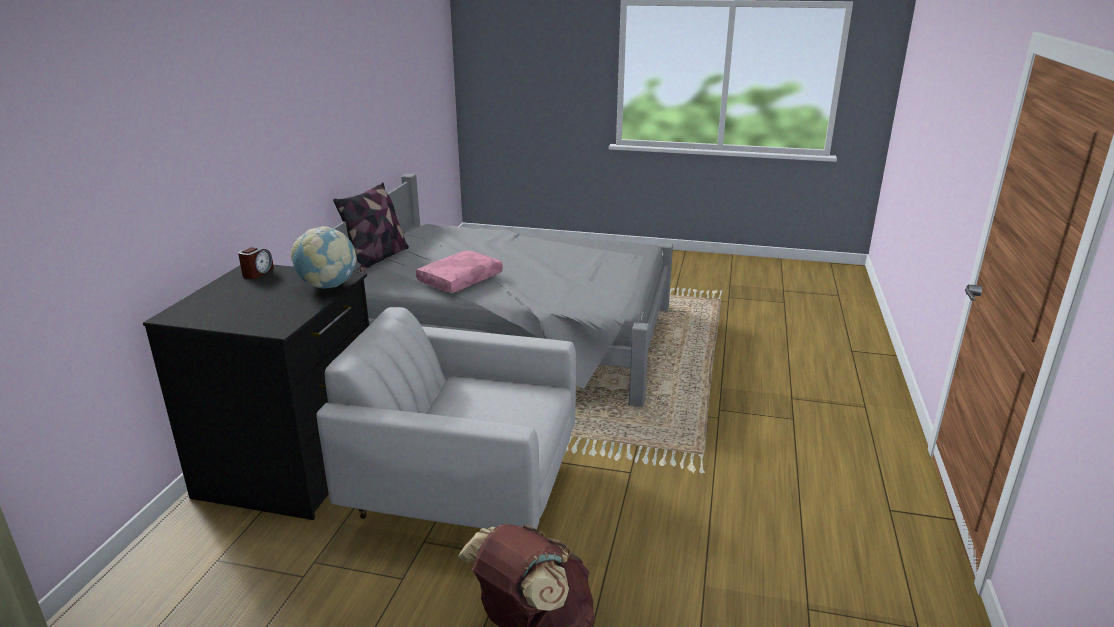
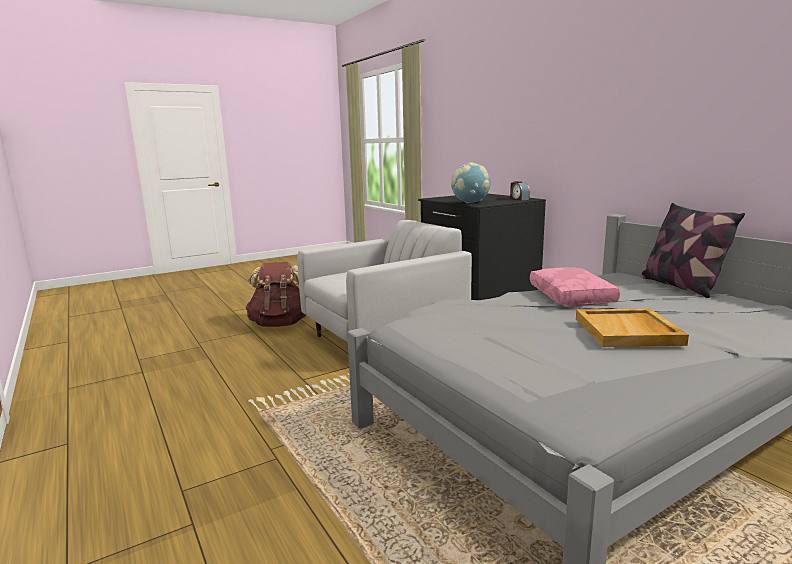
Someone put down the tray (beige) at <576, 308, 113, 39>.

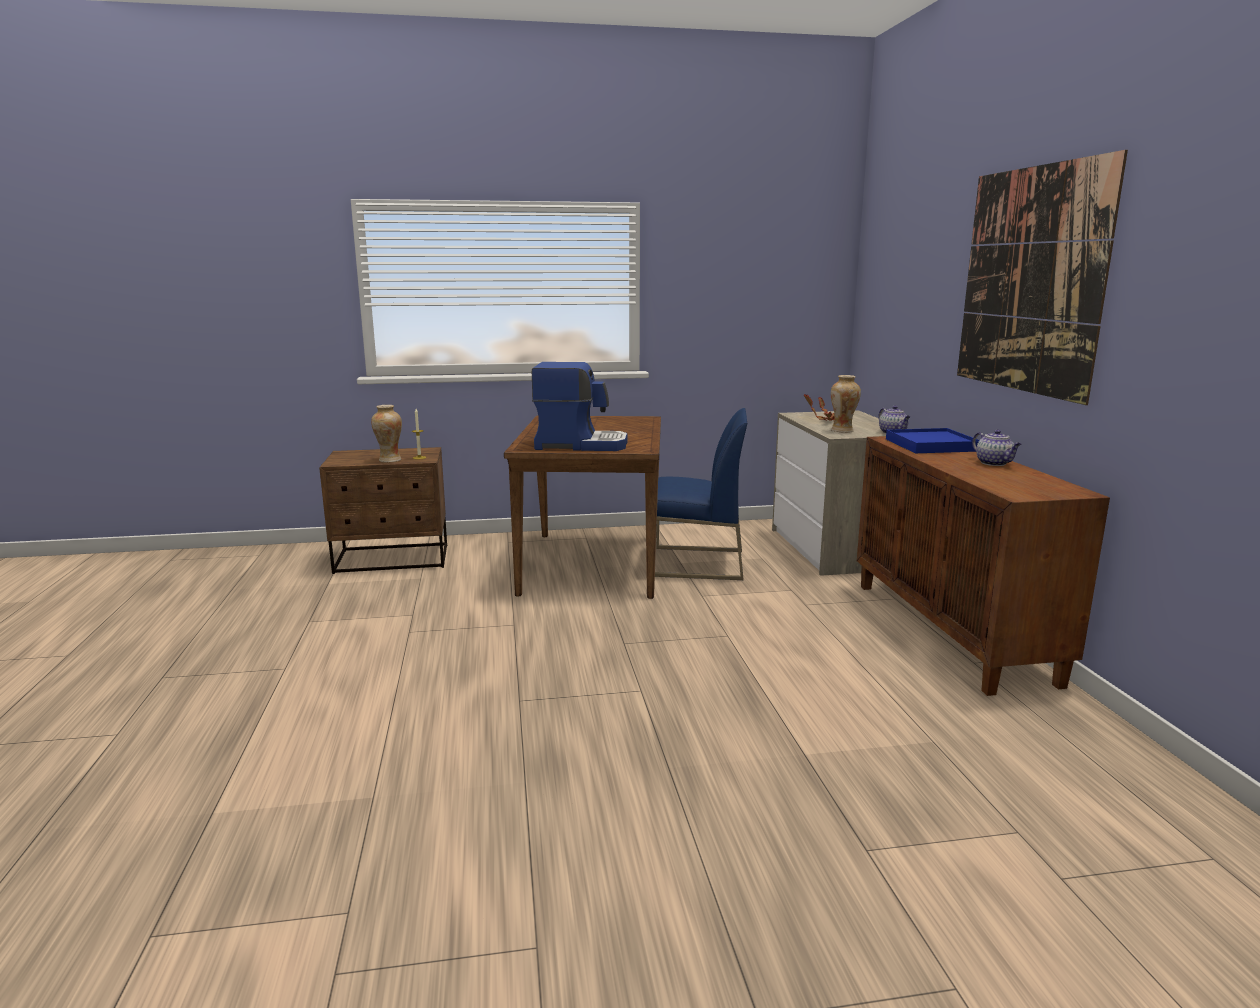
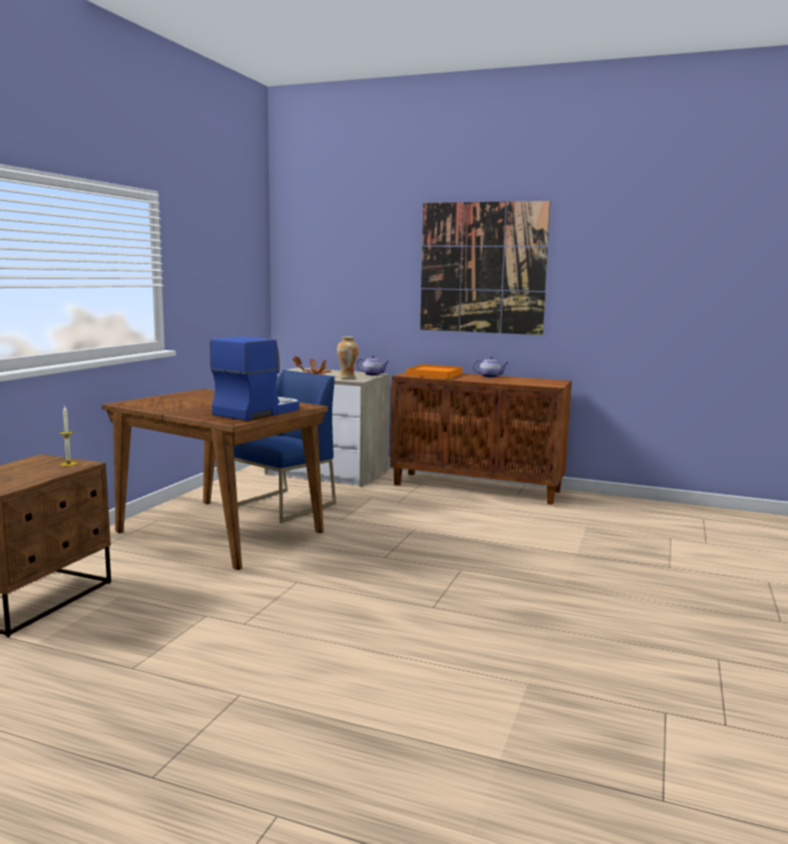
Someone took away the vase at <371, 405, 31, 58>.
Someone repainted the tray (blue) at <886, 428, 93, 25>, which became the tray (orange) at <406, 364, 57, 15>.

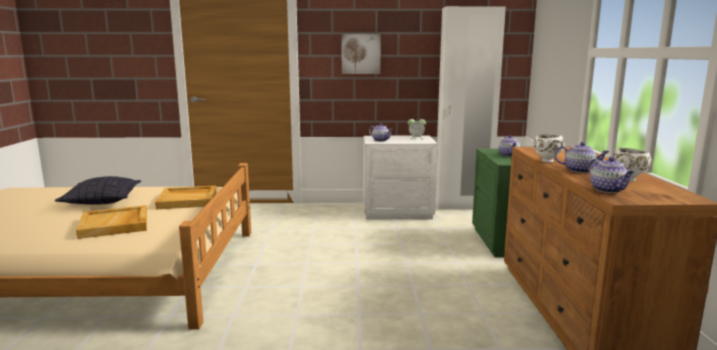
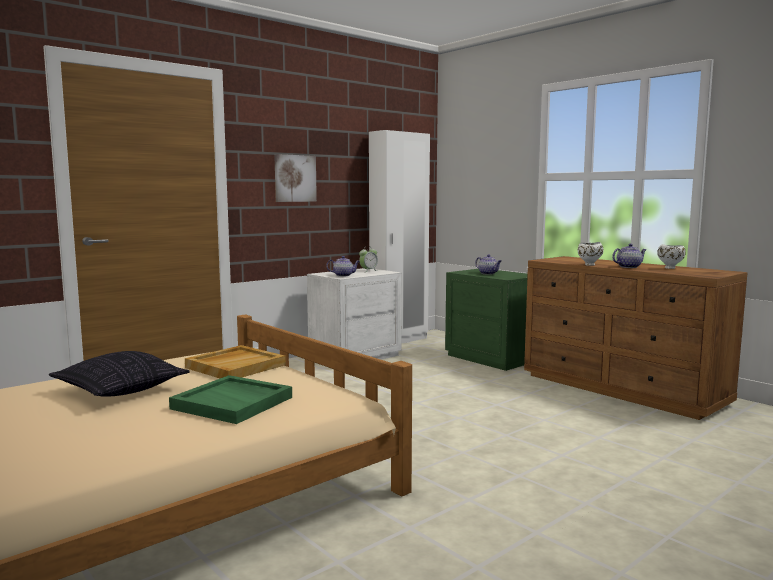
Someone repainted the tray (beige) at <76, 205, 71, 34>, which became the tray (green) at <169, 375, 123, 49>.
Someone took away the teapot at <588, 157, 46, 36>.

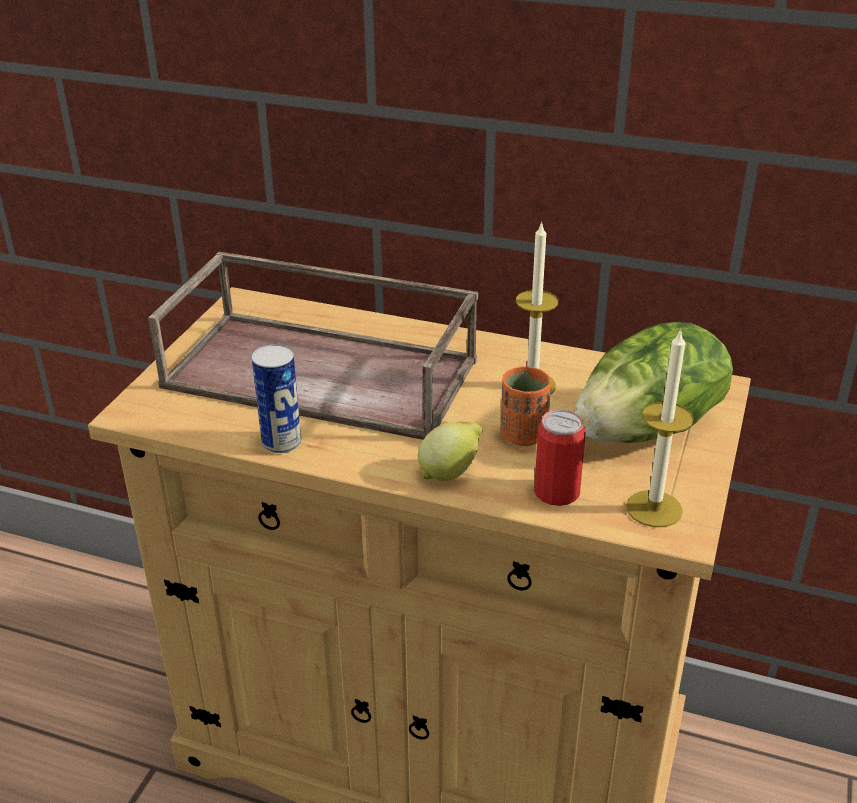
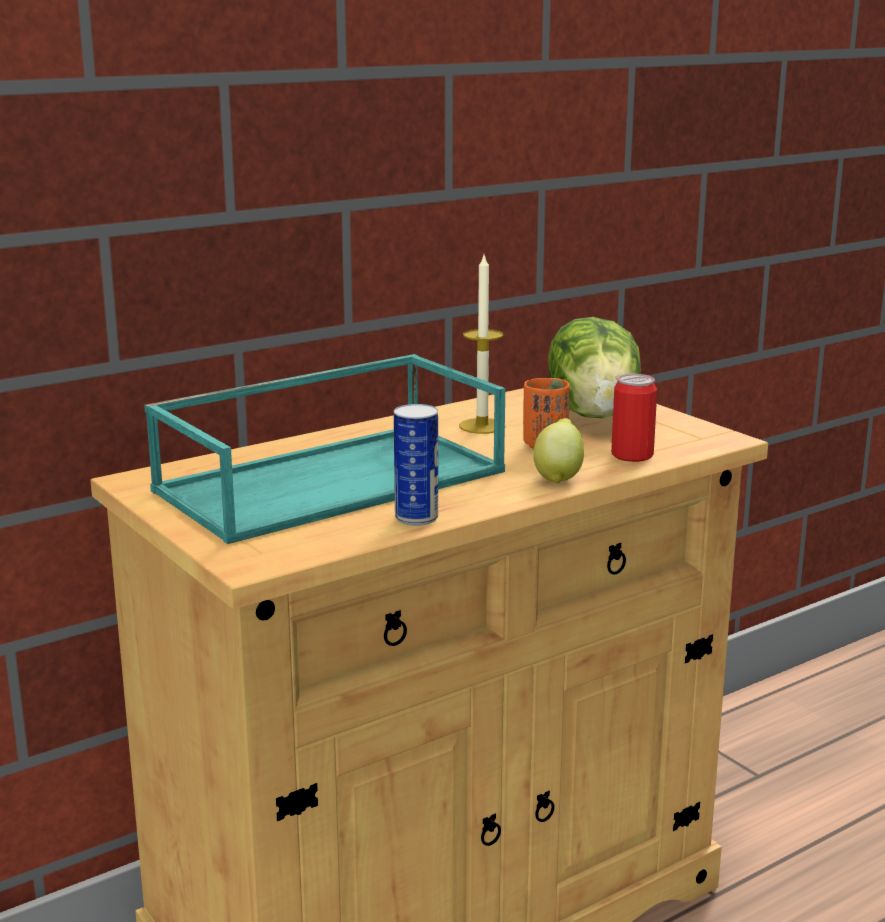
Someone repainted the tray (brown) at <148, 252, 330, 188>, which became the tray (turquoise) at <144, 354, 361, 190>.
Someone took away the candle at <626, 328, 68, 199>.

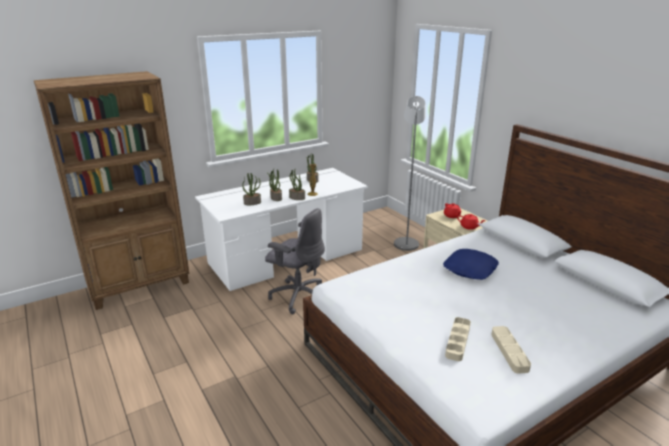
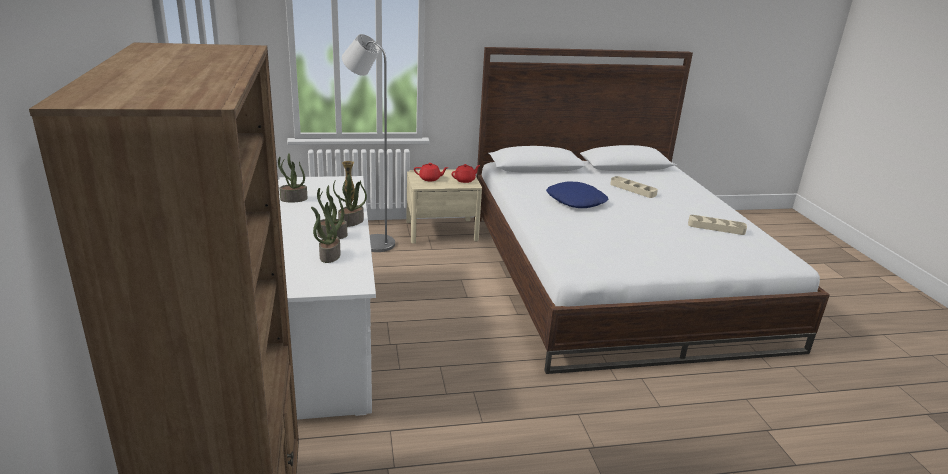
Someone took away the office chair (grey) at <265, 208, 60, 106>.
Someone carried the tray (beige) from <445, 317, 26, 44> to <610, 176, 48, 22>.

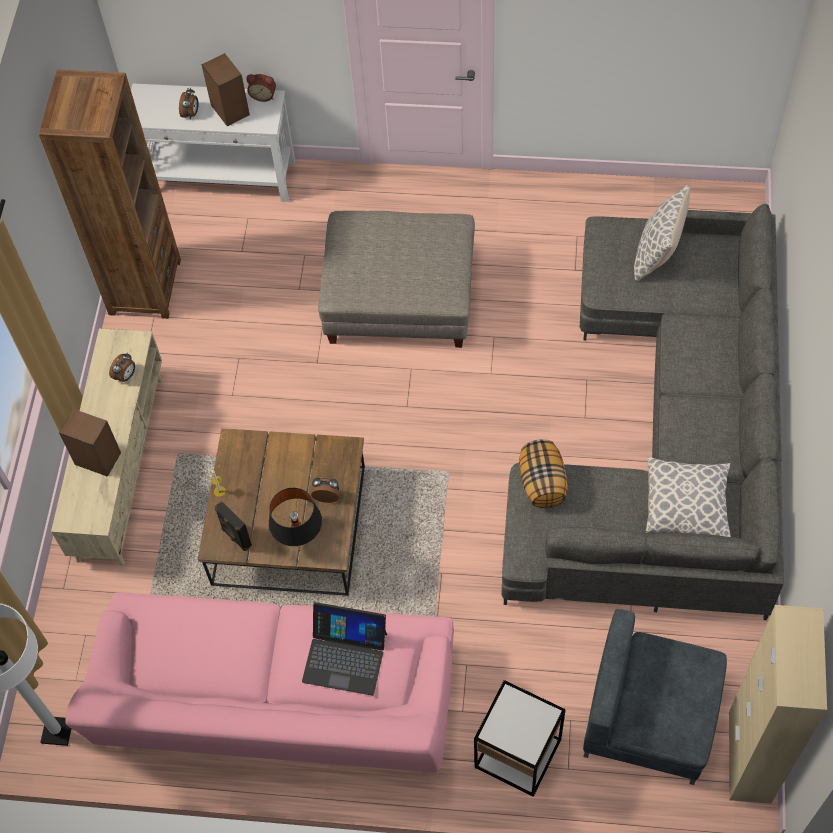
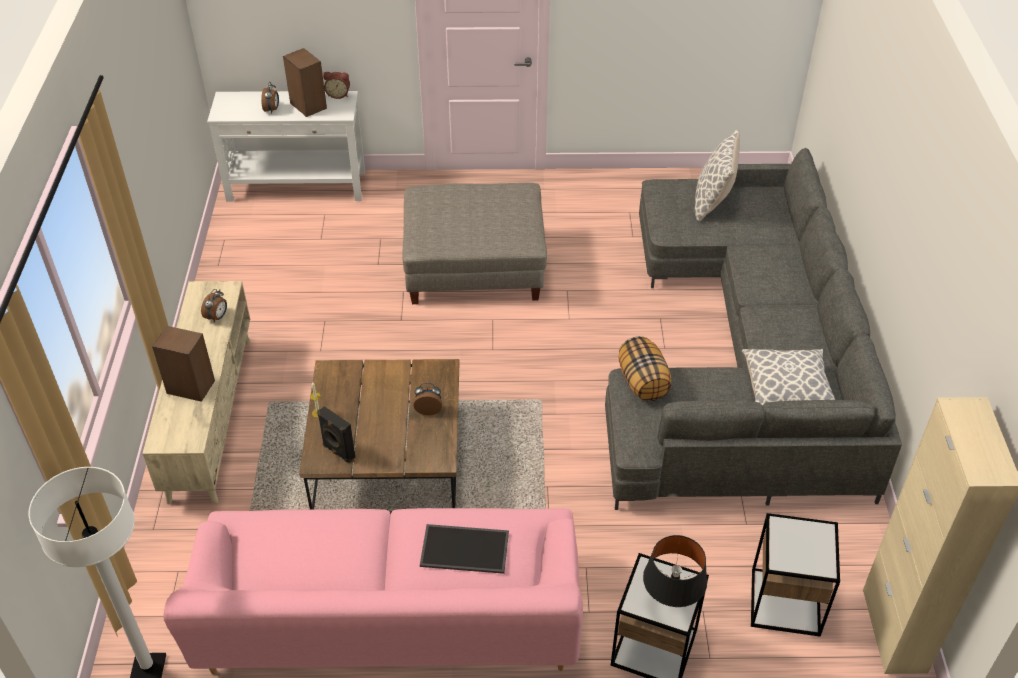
Someone took away the bookcase (brown) at <39, 70, 142, 249>.
Someone carried the table lamp (black) from <269, 488, 53, 58> to <643, 535, 64, 72>.
Someone swapped the laptop at <302, 602, 85, 94> for the tray at <420, 524, 89, 50>.
Someone swapped the armchair (grey) at <583, 609, 144, 176> for the side table at <751, 513, 89, 124>.

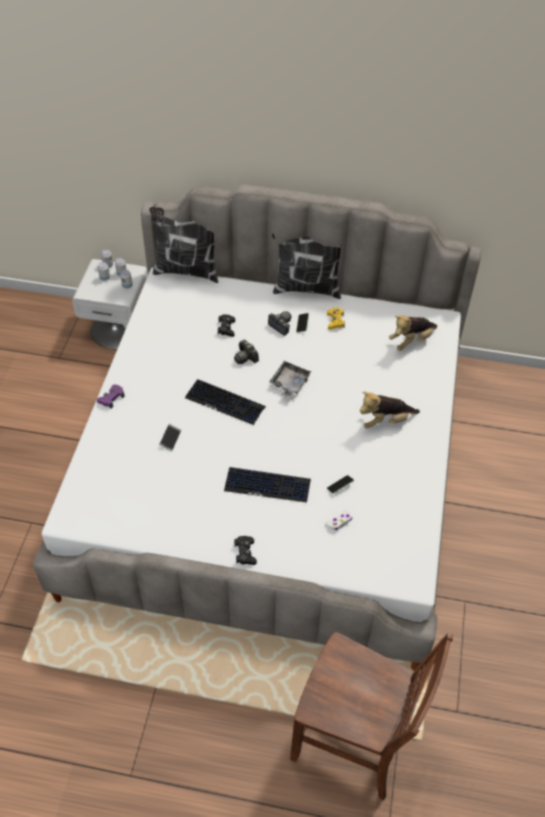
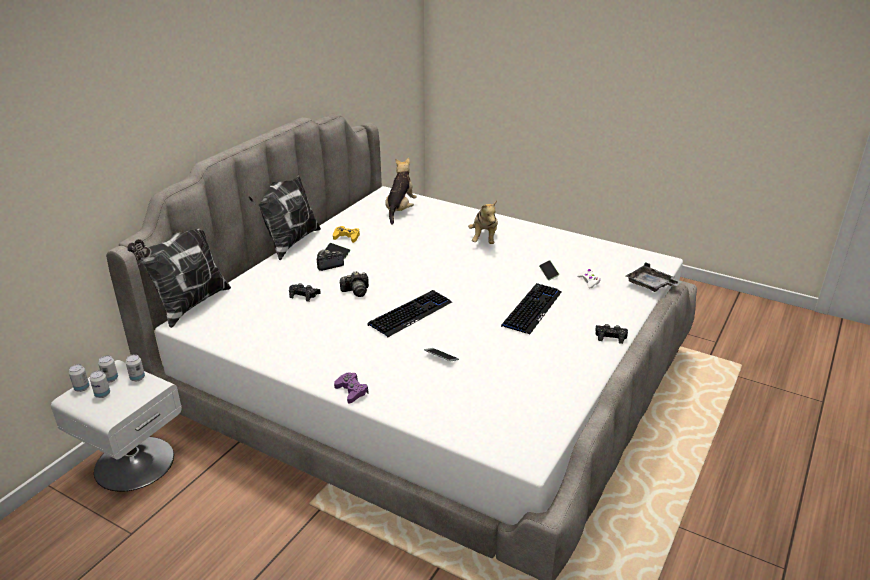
Someone carried the tray (grey) from <269, 361, 43, 38> to <626, 262, 56, 30>.
Someone took away the chair (brown) at <290, 632, 163, 168>.
Someone rotated the plush toy at <389, 315, 48, 36> by 150 degrees counterclockwise.

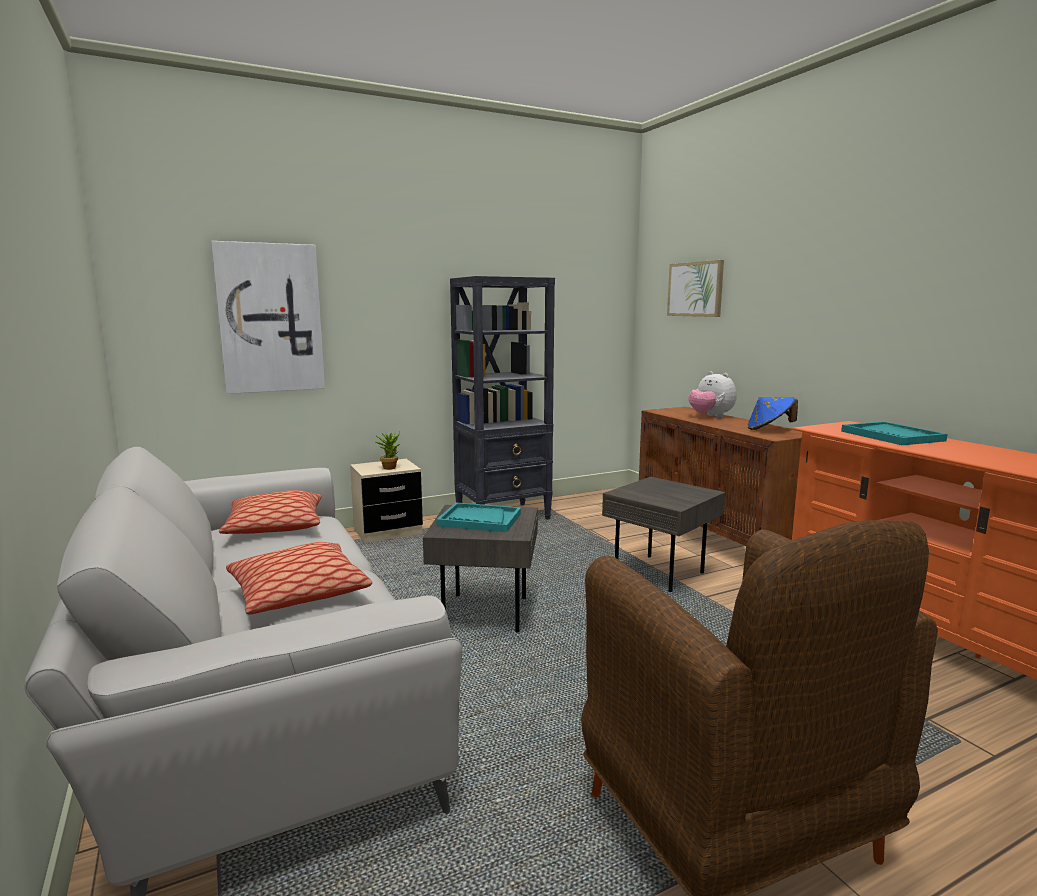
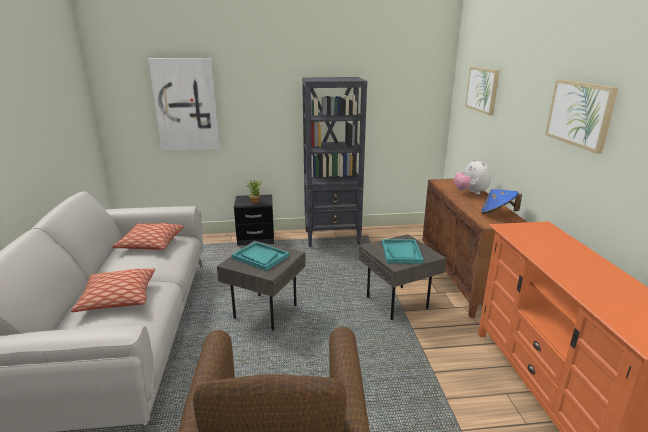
Someone repainted the nightstand (beige) at <350, 459, 73, 84>, which became the nightstand (black) at <234, 194, 40, 52>.
Someone carried the tray (turquoise) from <841, 421, 106, 24> to <382, 239, 41, 24>.
Someone put up the picture at <545, 79, 73, 75>.

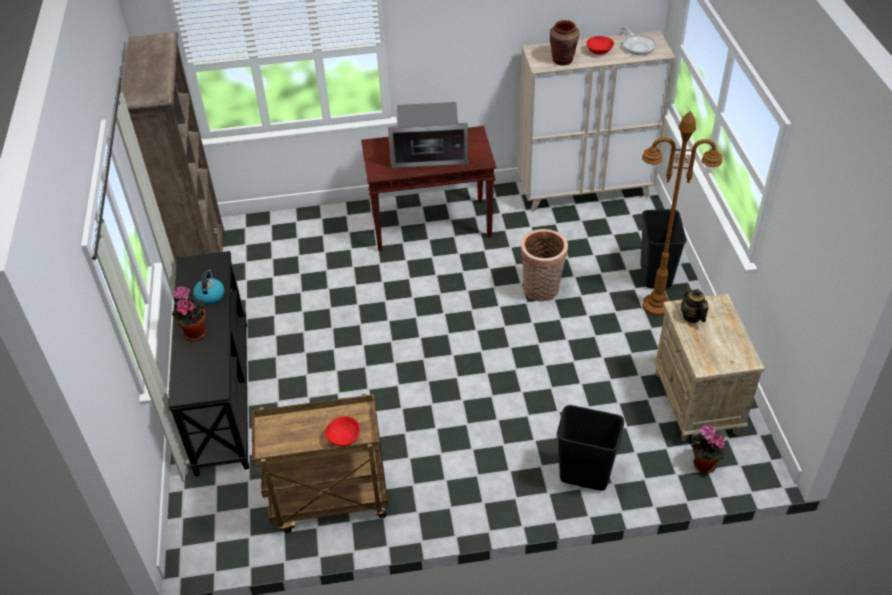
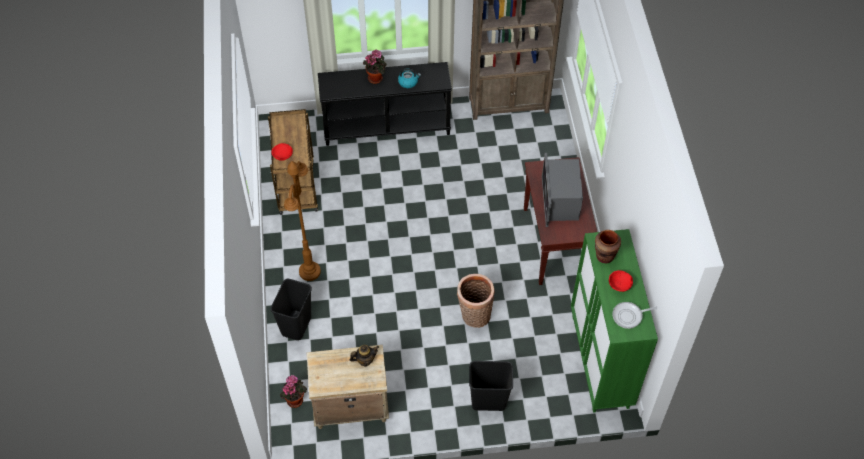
Someone repainted the cabinet (beige) at <519, 31, 157, 181>, which became the cabinet (green) at <571, 229, 87, 184>.
Someone carried the floor lamp (brown) from <642, 111, 80, 206> to <284, 161, 37, 120>.

